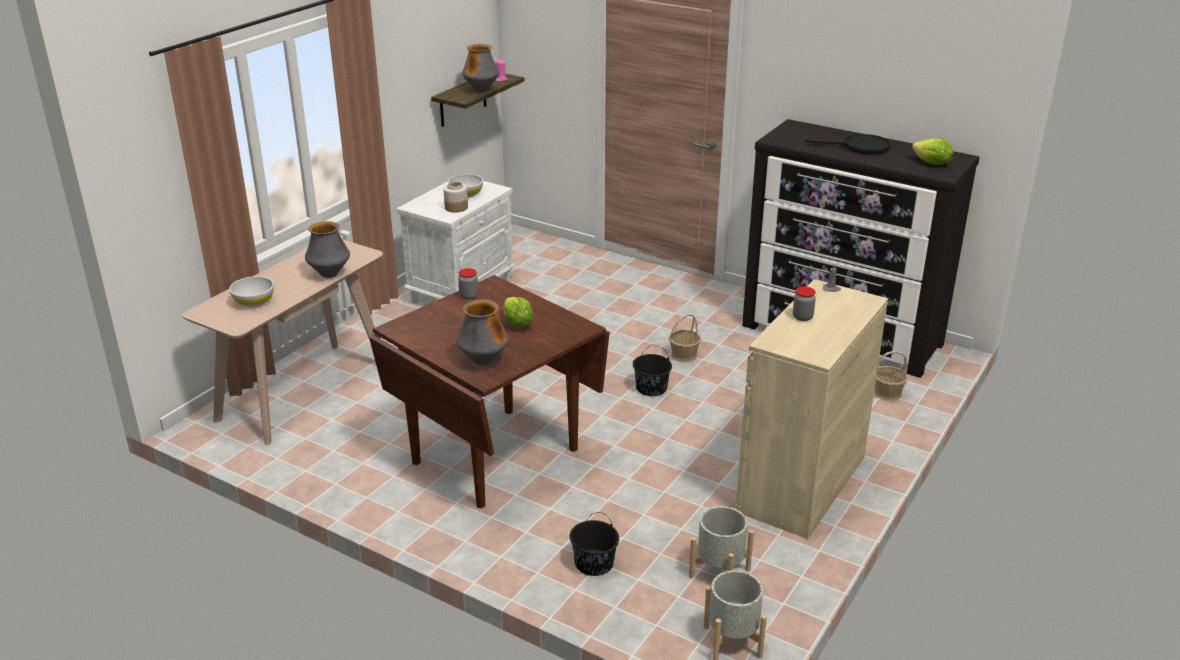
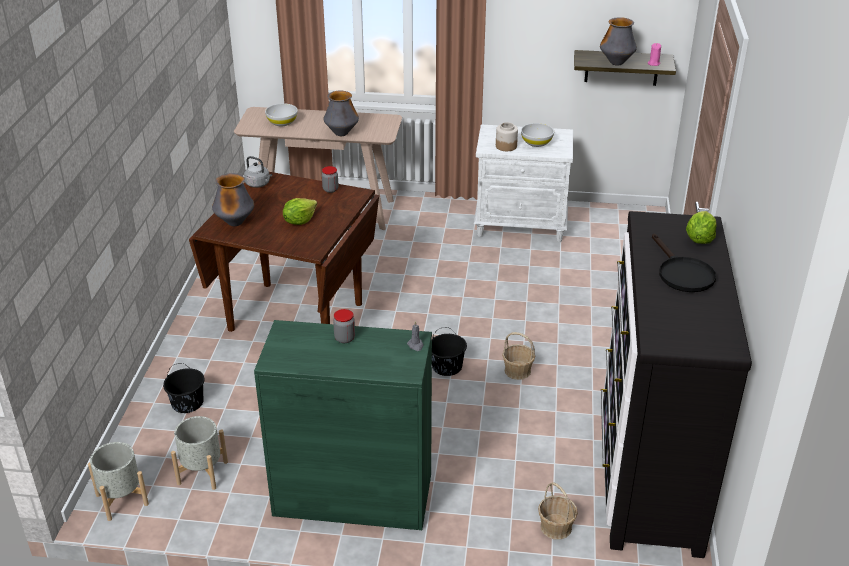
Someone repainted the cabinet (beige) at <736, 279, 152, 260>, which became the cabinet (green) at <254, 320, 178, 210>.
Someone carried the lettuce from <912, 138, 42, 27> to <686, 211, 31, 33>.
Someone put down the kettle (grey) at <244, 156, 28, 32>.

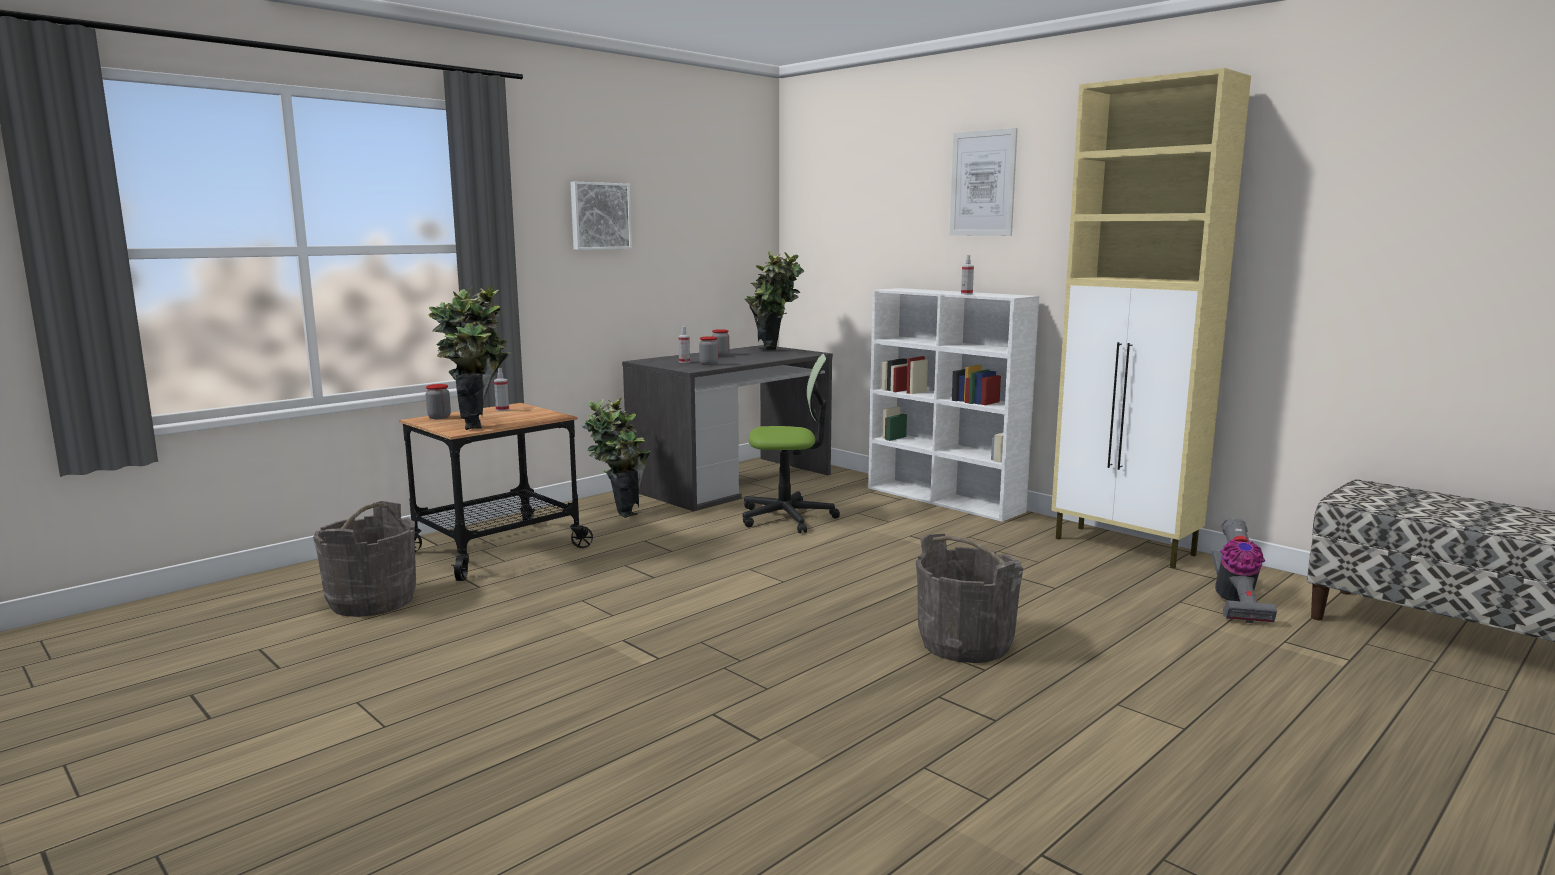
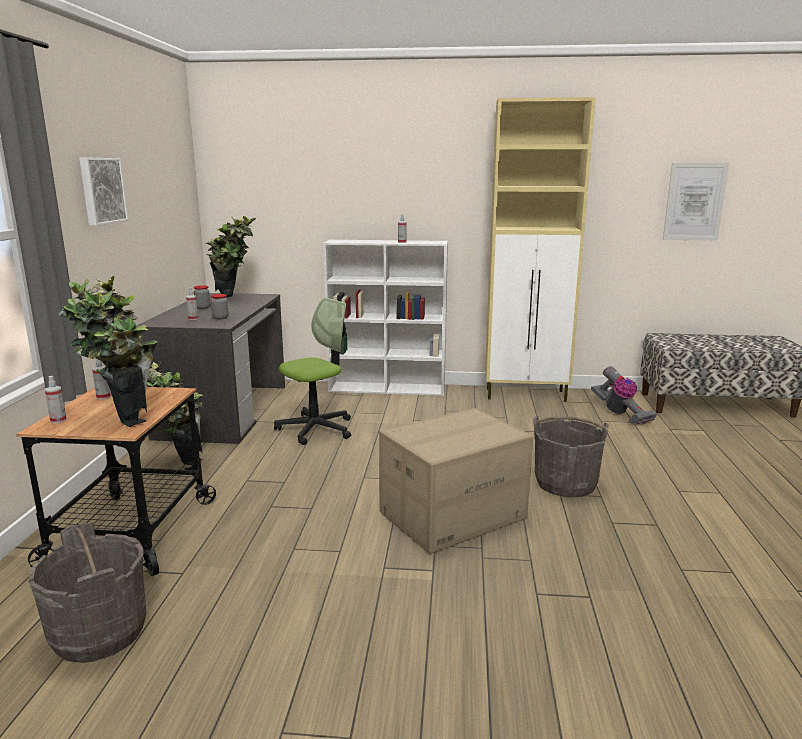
Someone swapped the jar at <426, 384, 25, 35> for the spray bottle at <45, 376, 22, 47>.
Someone carried the picture from <950, 128, 68, 108> to <663, 163, 66, 77>.
Someone put down the cardboard box at <379, 408, 154, 146>.

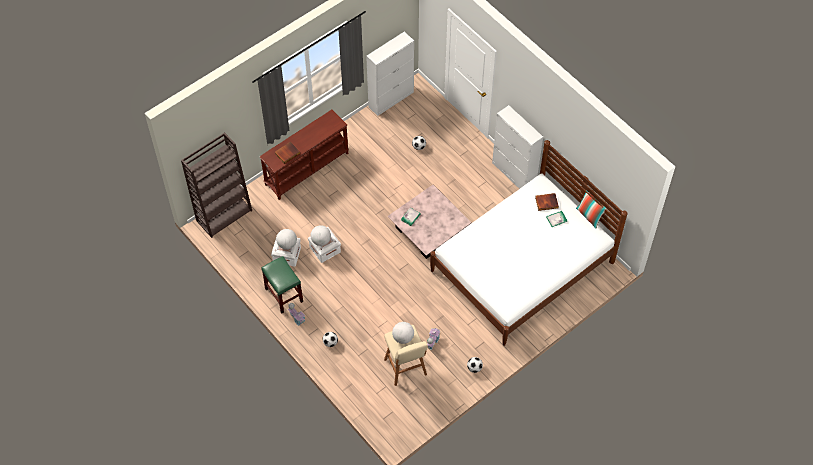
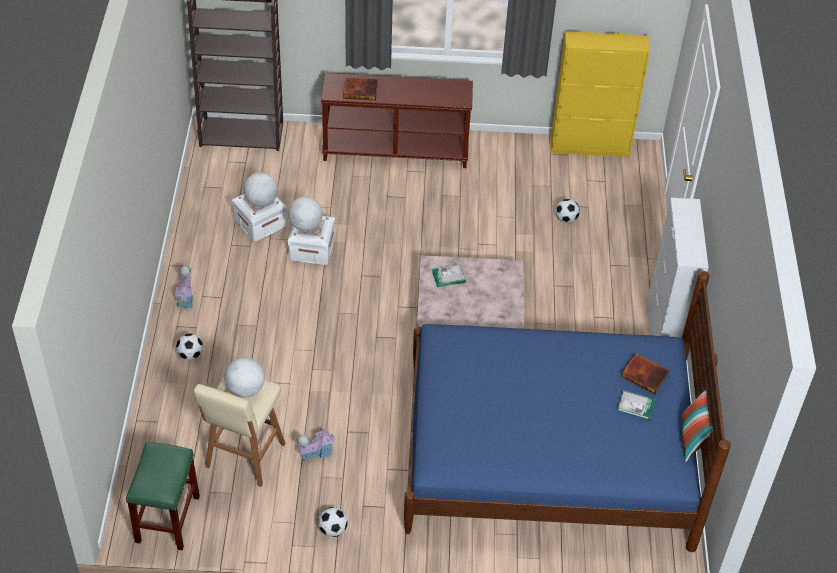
Someone carried the stool (green) from <261, 256, 42, 58> to <126, 442, 74, 108>.
Someone repainted the cabinet (white) at <366, 32, 48, 84>, which became the cabinet (yellow) at <551, 31, 99, 126>.
Someone repainted the bed (white) at <430, 140, 197, 206>, which became the bed (blue) at <404, 271, 327, 281>.

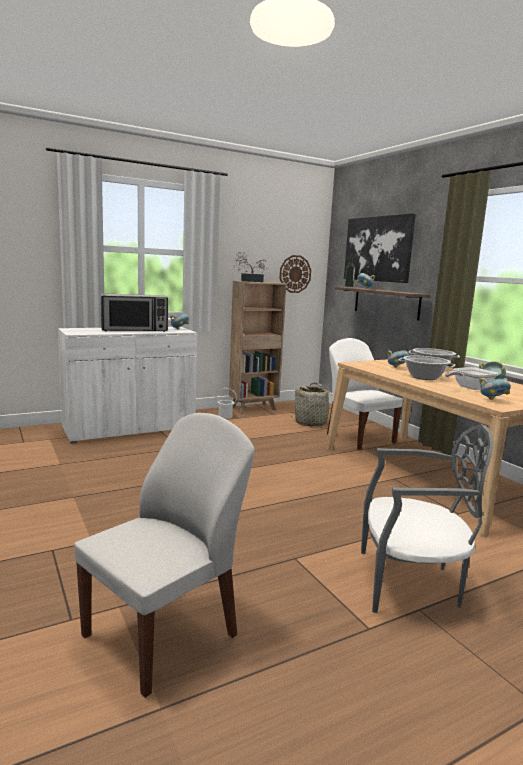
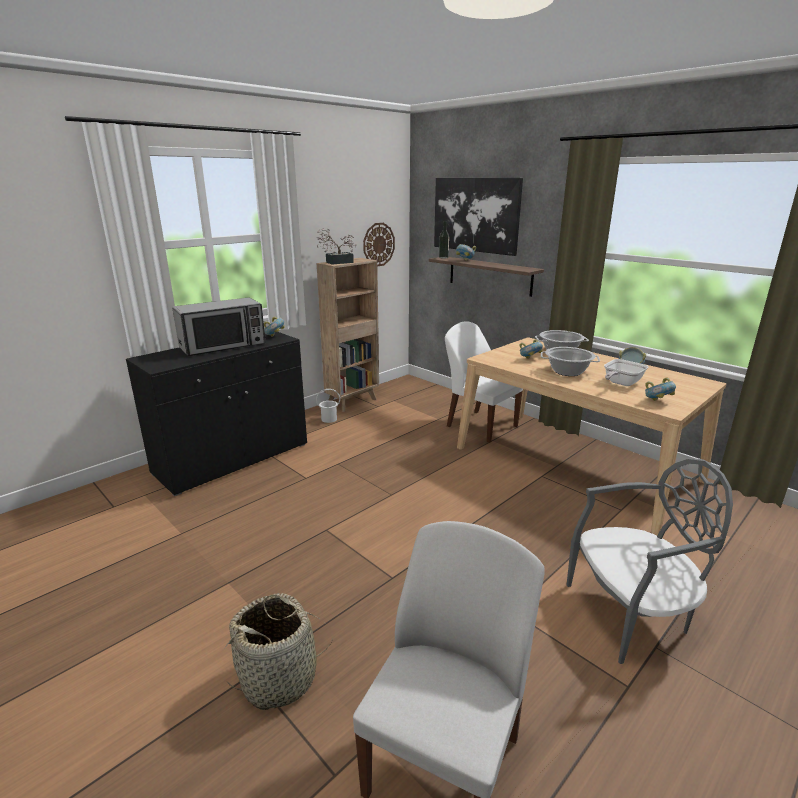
Someone repainted the cabinet (white) at <58, 327, 139, 116>, which became the cabinet (black) at <126, 332, 181, 164>.
Someone carried the basket from <291, 382, 38, 44> to <225, 593, 108, 117>.

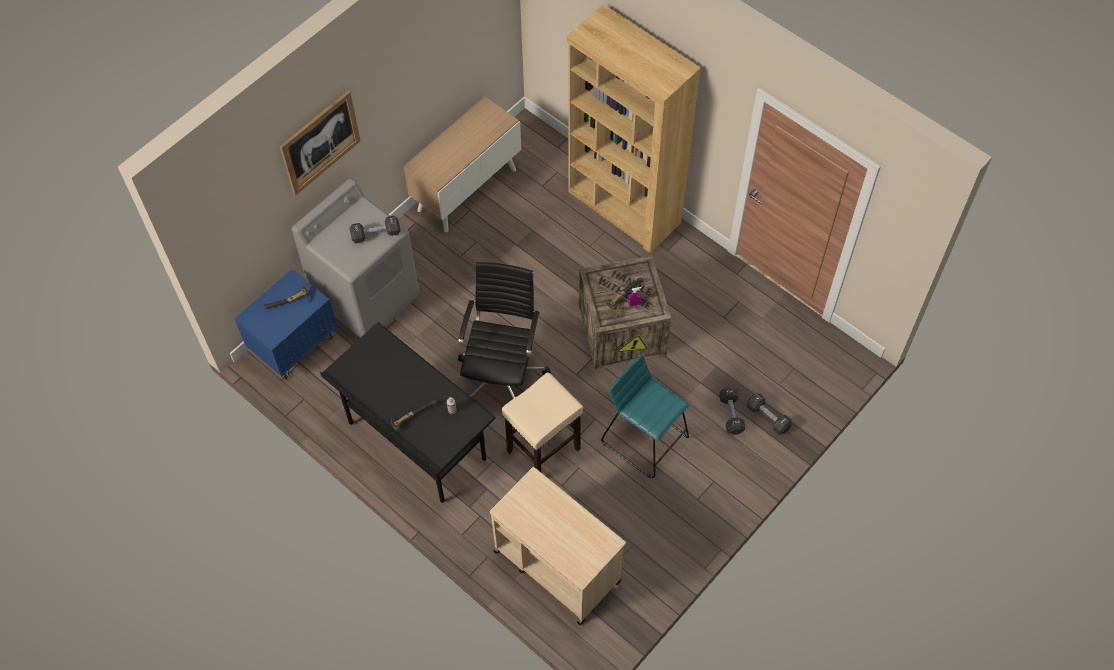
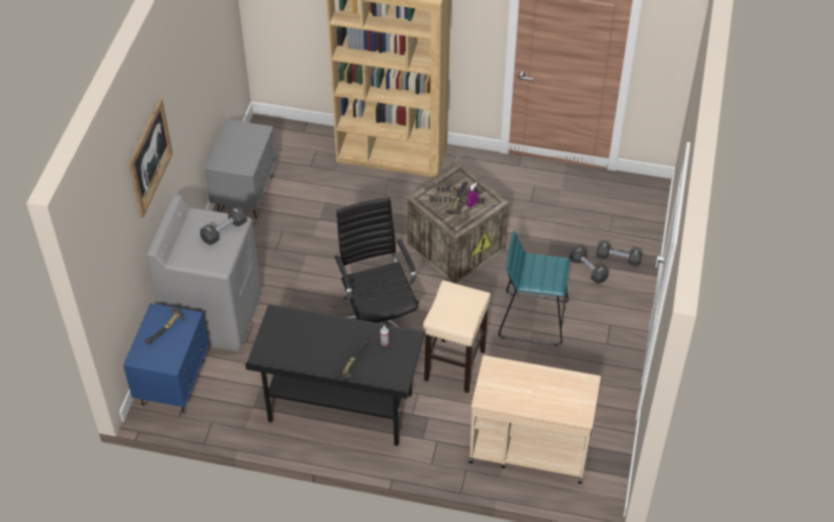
Someone swapped the cabinet at <403, 97, 118, 136> for the nightstand (grey) at <204, 119, 73, 99>.

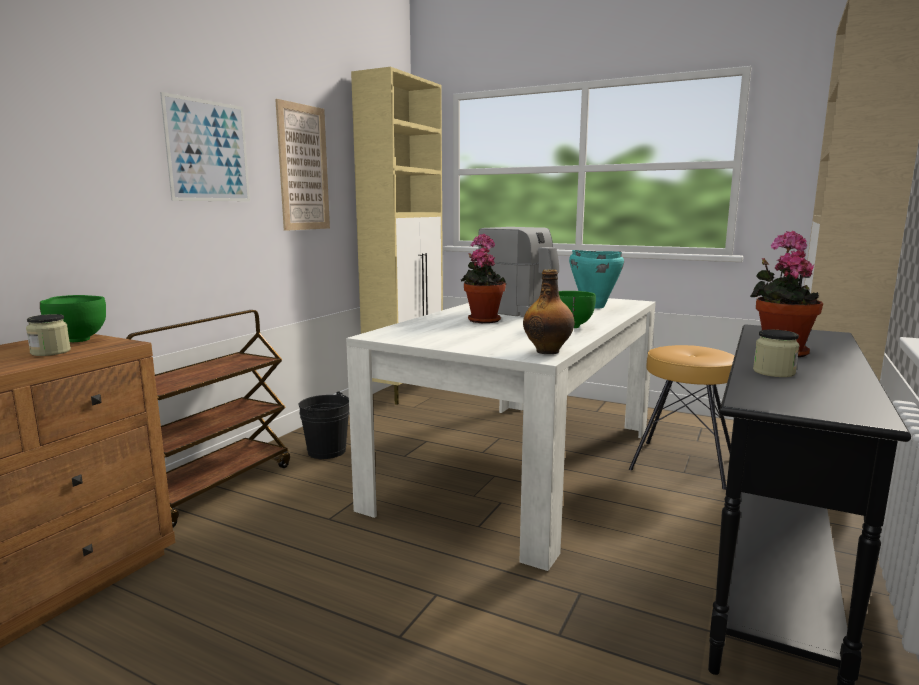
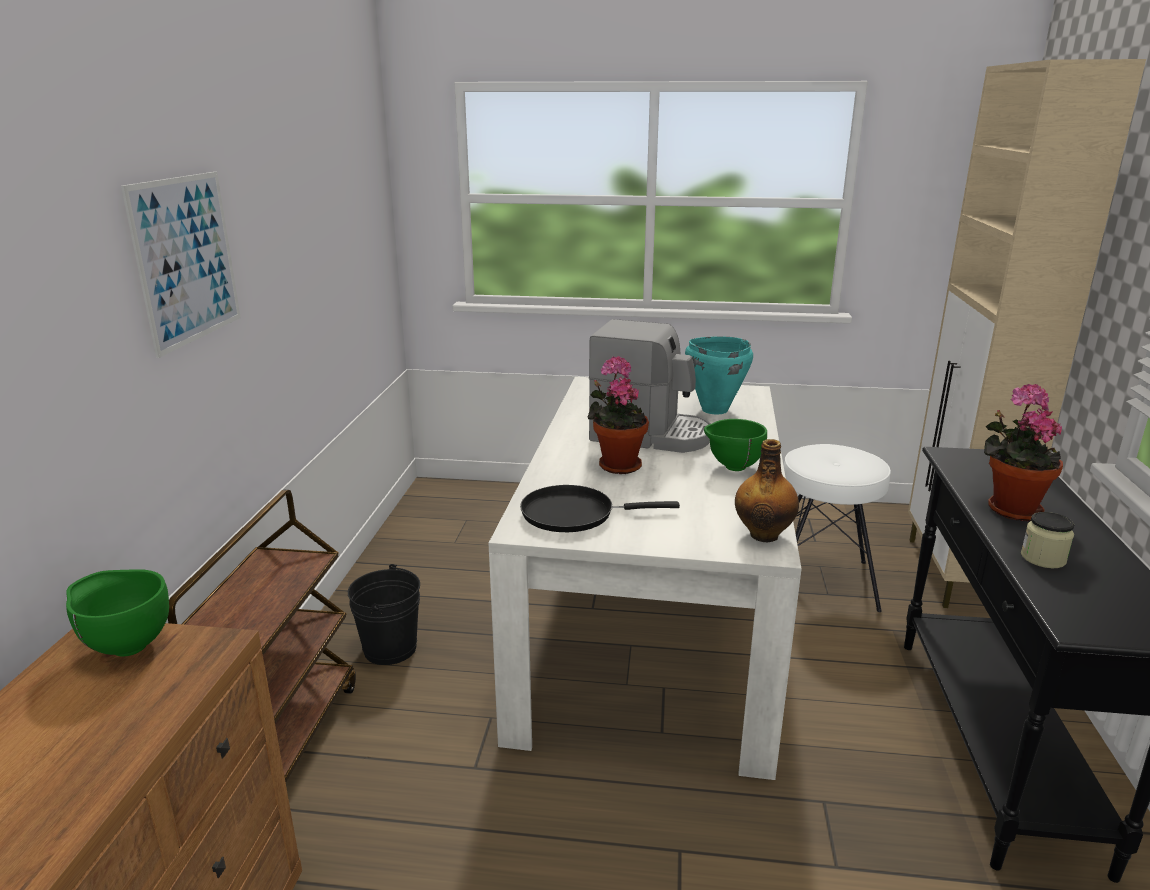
Someone took away the jar at <26, 314, 45, 42>.
Someone took away the picture at <275, 99, 55, 132>.
Someone took away the cabinet (beige) at <351, 67, 92, 338>.
Someone repainted the stool (brown) at <629, 345, 106, 145>, which became the stool (white) at <784, 444, 107, 168>.
Someone put down the frying pan (black) at <520, 485, 160, 47>.

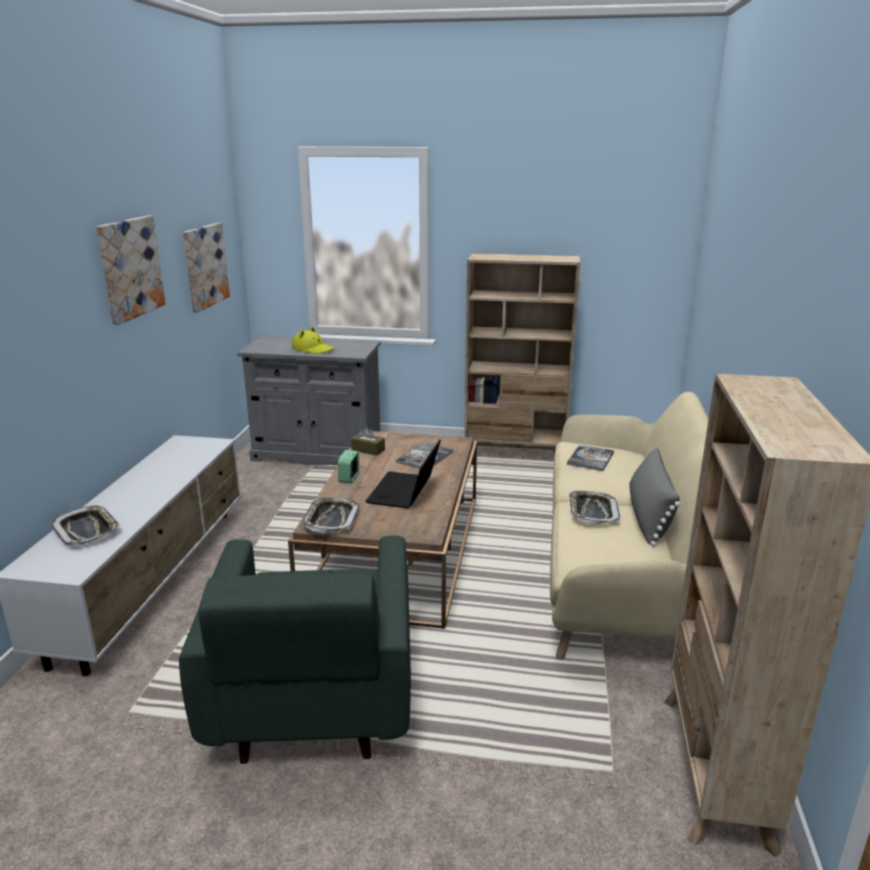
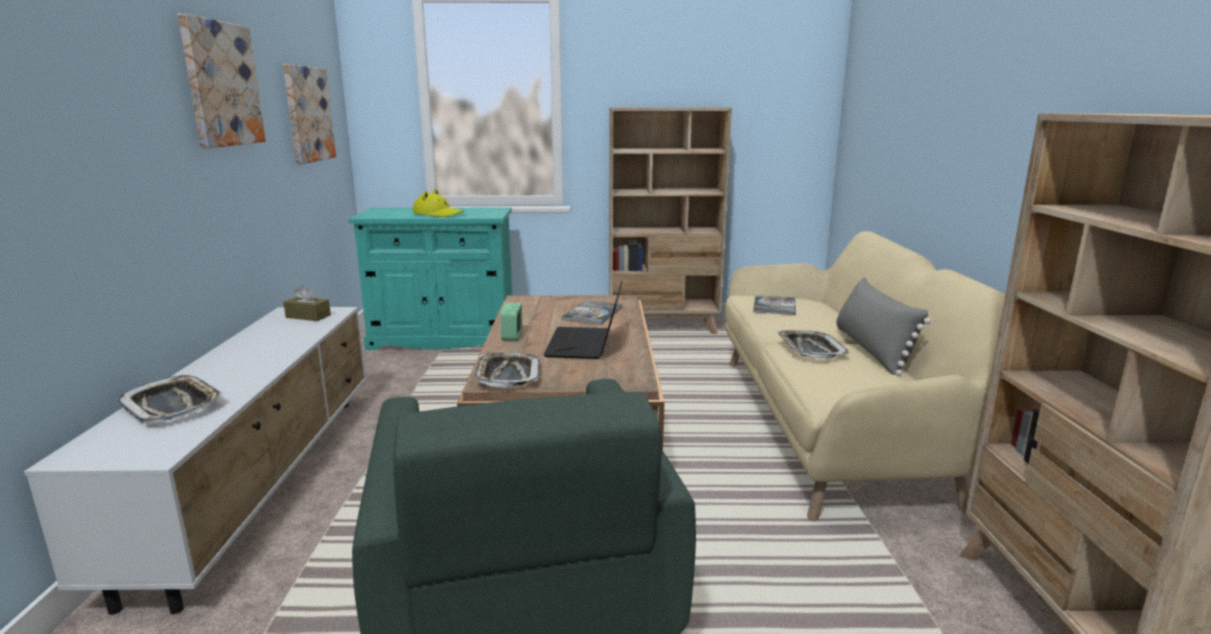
Someone repainted the cabinet (grey) at <237, 336, 143, 129>, which became the cabinet (turquoise) at <348, 208, 164, 142>.
Someone carried the tissue box (brown) from <351, 427, 34, 29> to <283, 285, 48, 36>.

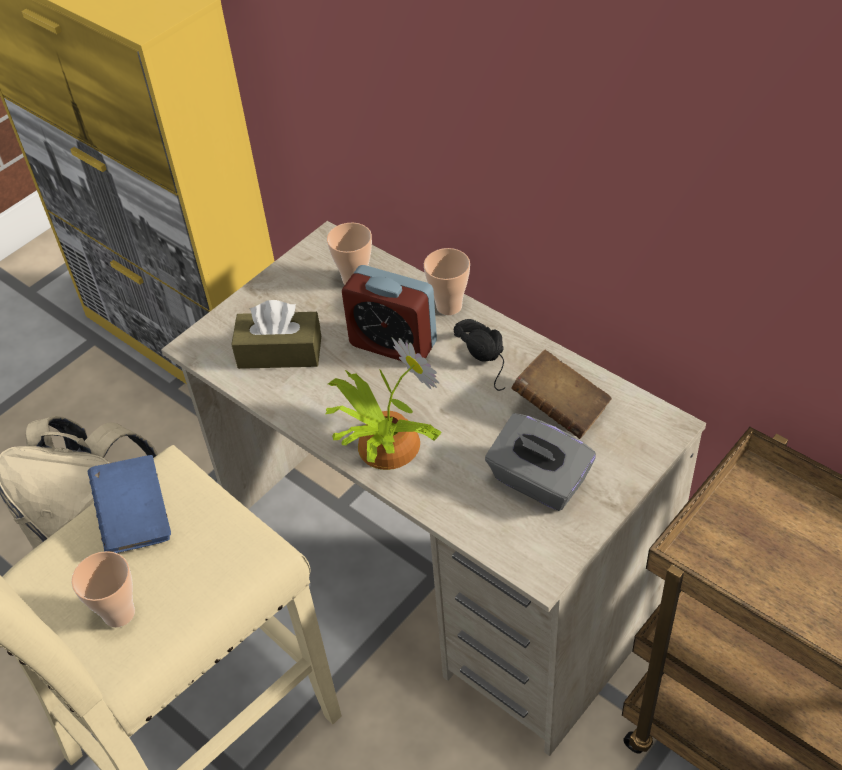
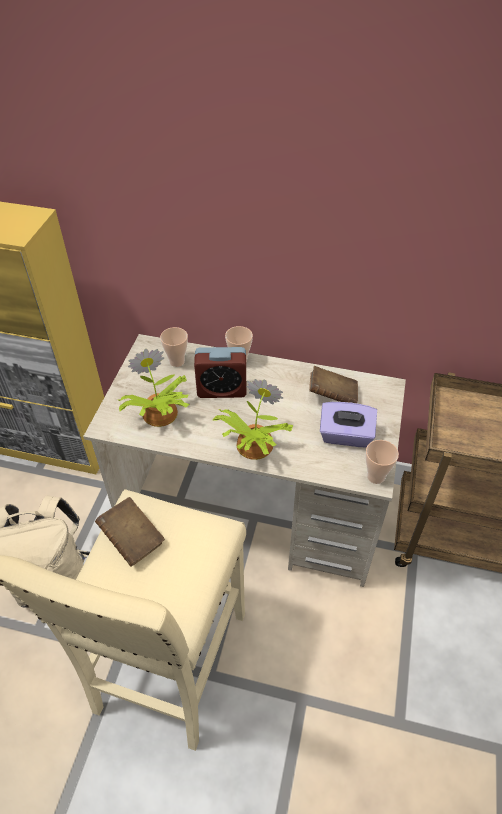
Someone carried the cup from <71, 551, 64, 77> to <365, 440, 34, 44>.
Someone repainted the book (blue) at <88, 455, 83, 98>, which became the book (brown) at <95, 497, 70, 69>.
Someone swapped the tissue box (brown) at <231, 300, 90, 69> for the potted plant at <119, 349, 71, 78>.
Someone took away the headphones (black) at <454, 319, 51, 72>.
Someone repainted the tissue box (grey) at <485, 413, 111, 98>, which became the tissue box (purple) at <320, 402, 57, 45>.

